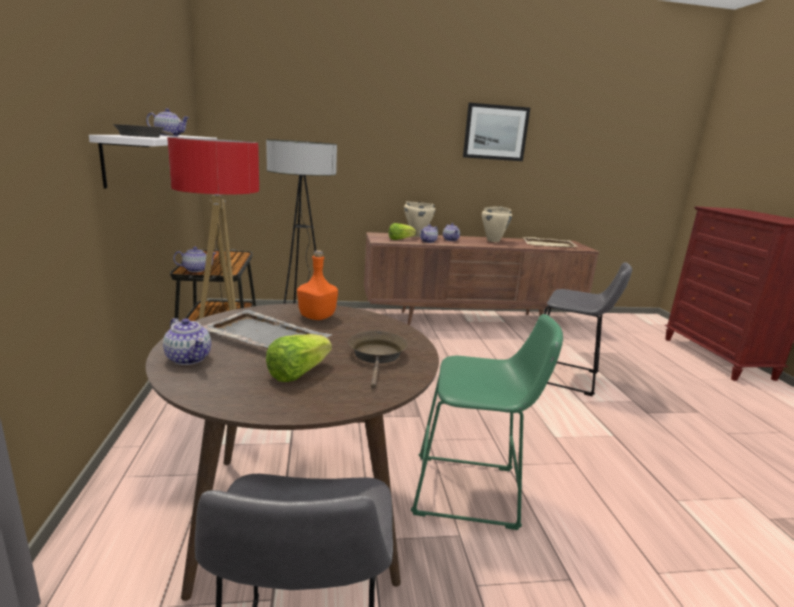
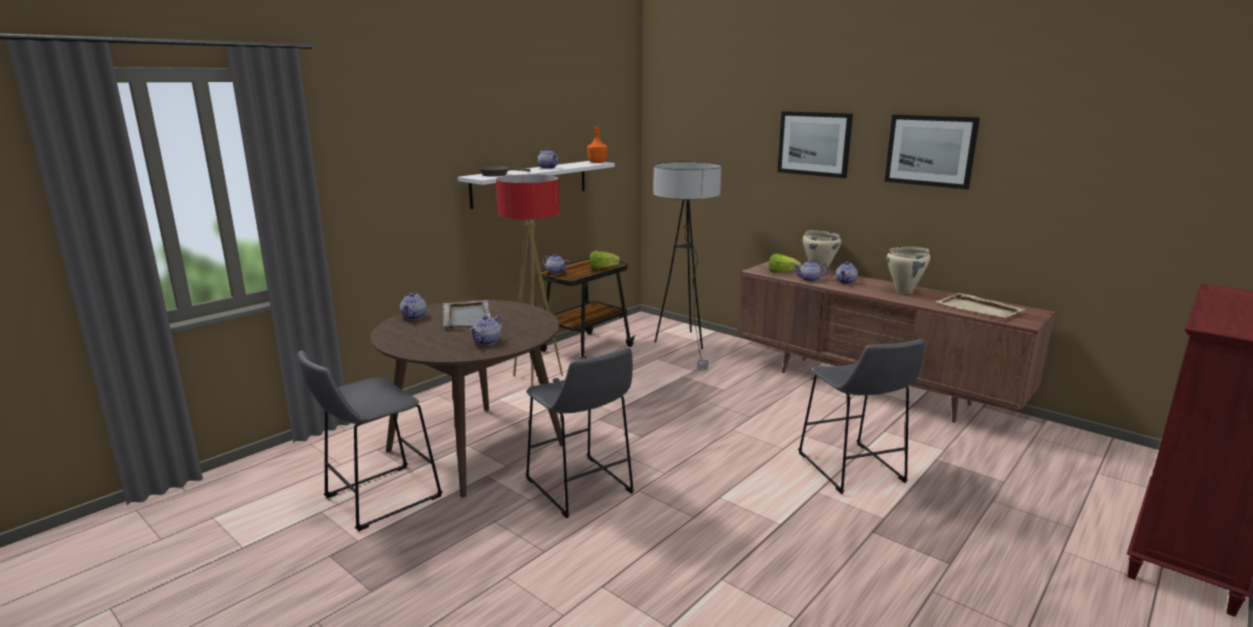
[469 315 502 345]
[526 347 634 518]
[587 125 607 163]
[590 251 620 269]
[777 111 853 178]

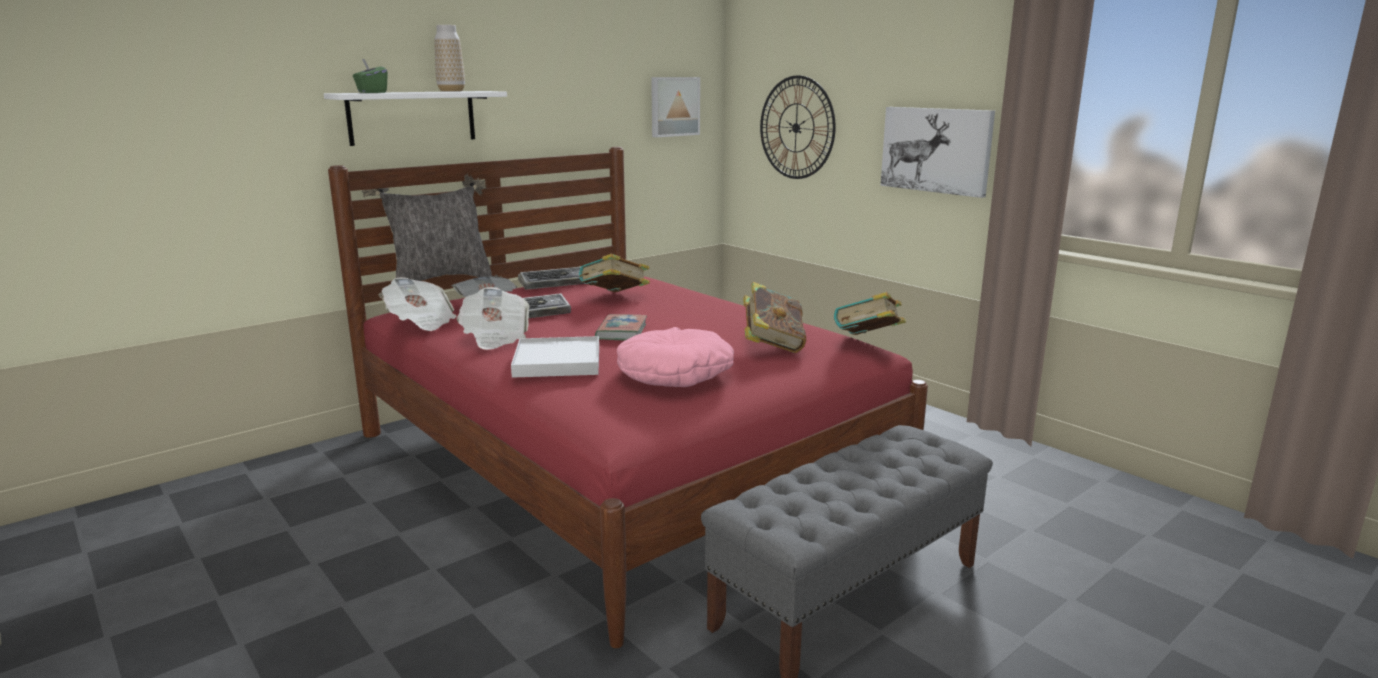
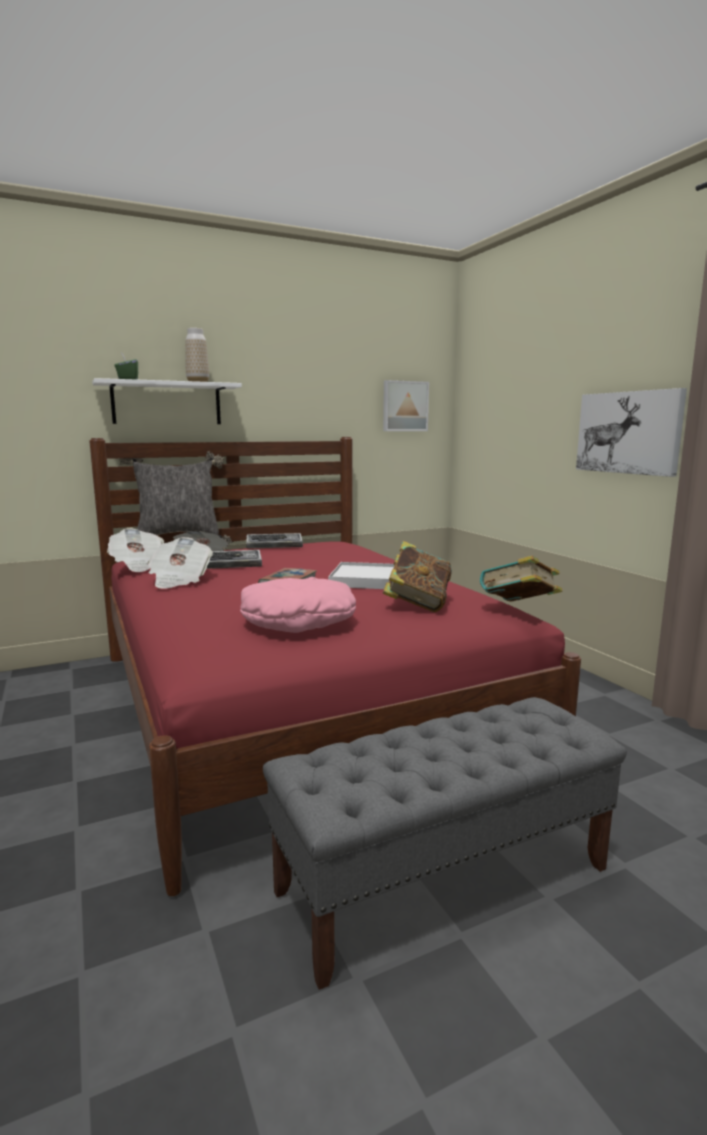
[328 562 394 589]
[579 254 650 292] (first image)
[760 75 836 179] (first image)

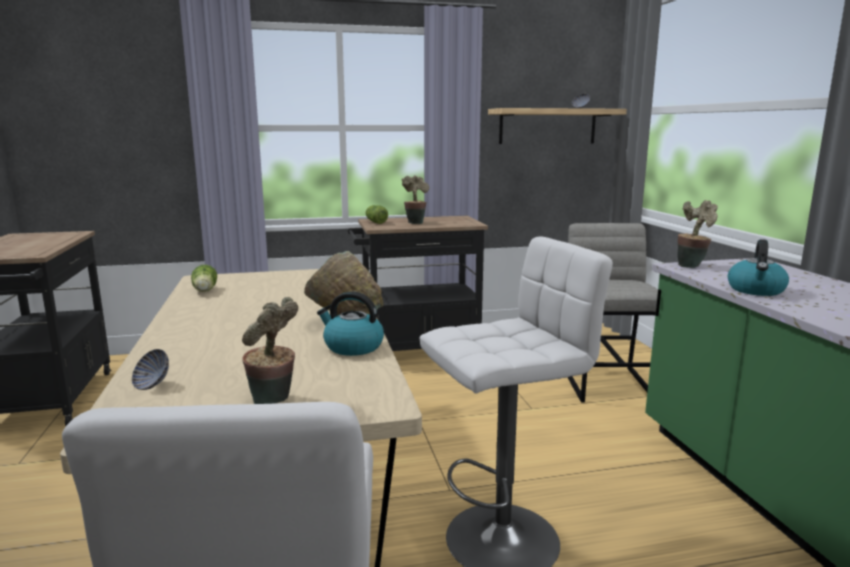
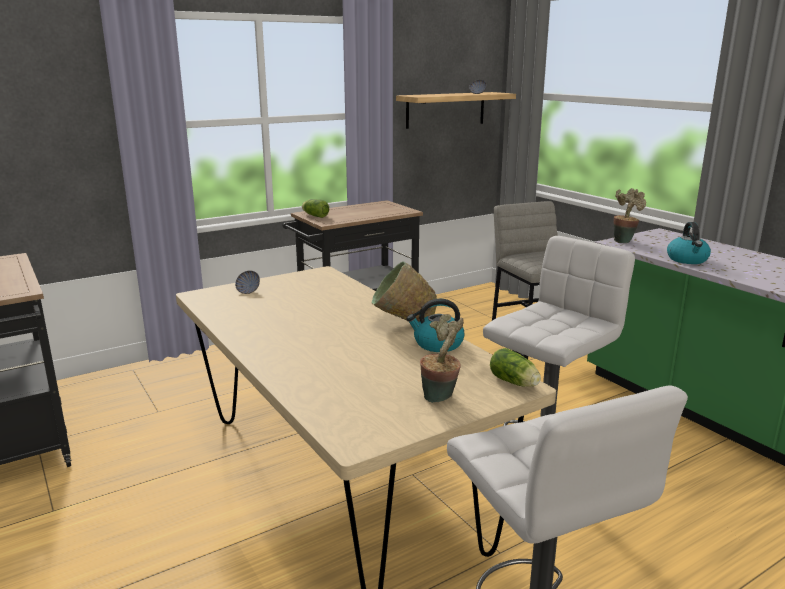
[235 271 260 294]
[490 348 541 387]
[401 175 429 224] (first image)

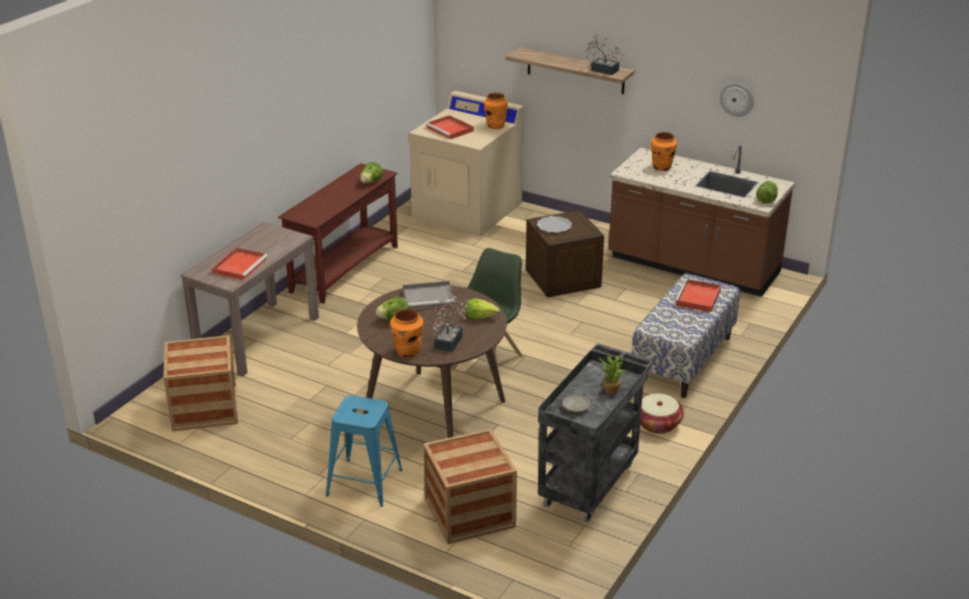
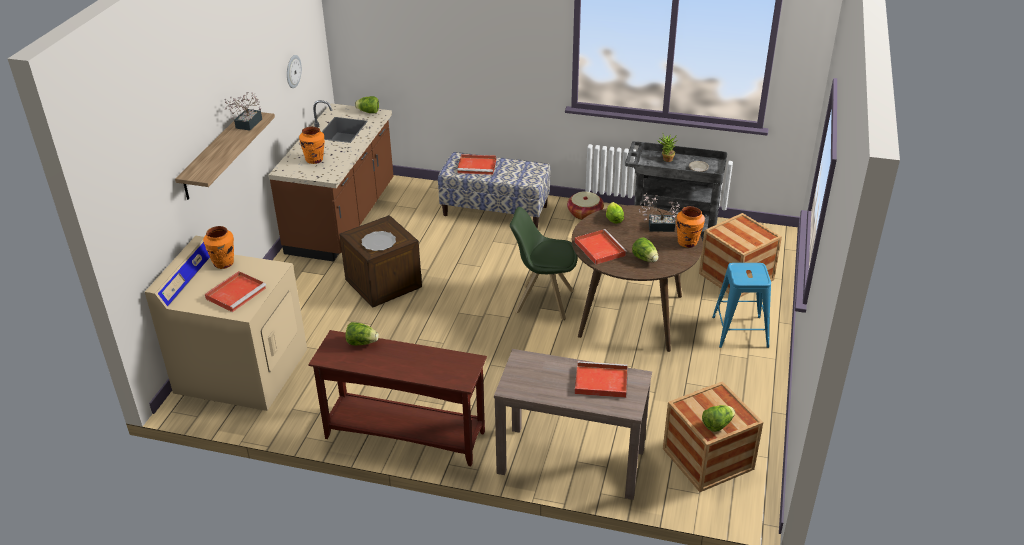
[575 229 627 265]
[702 405 735 432]

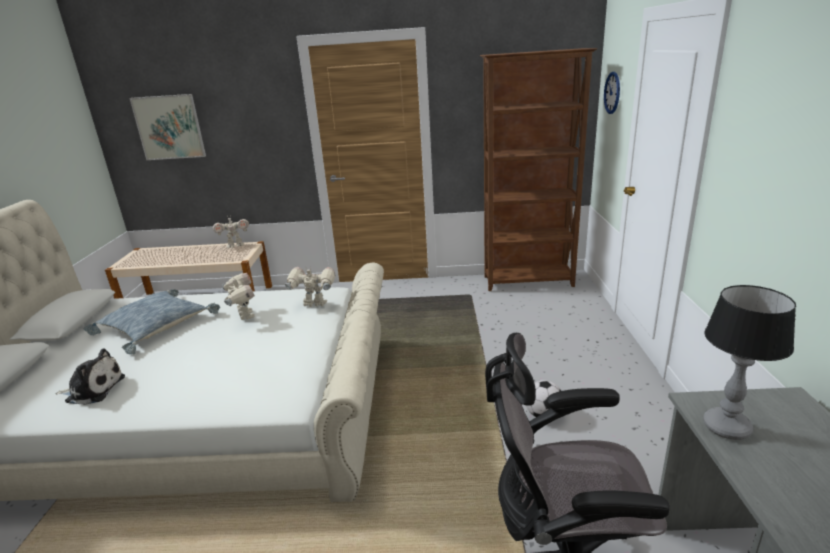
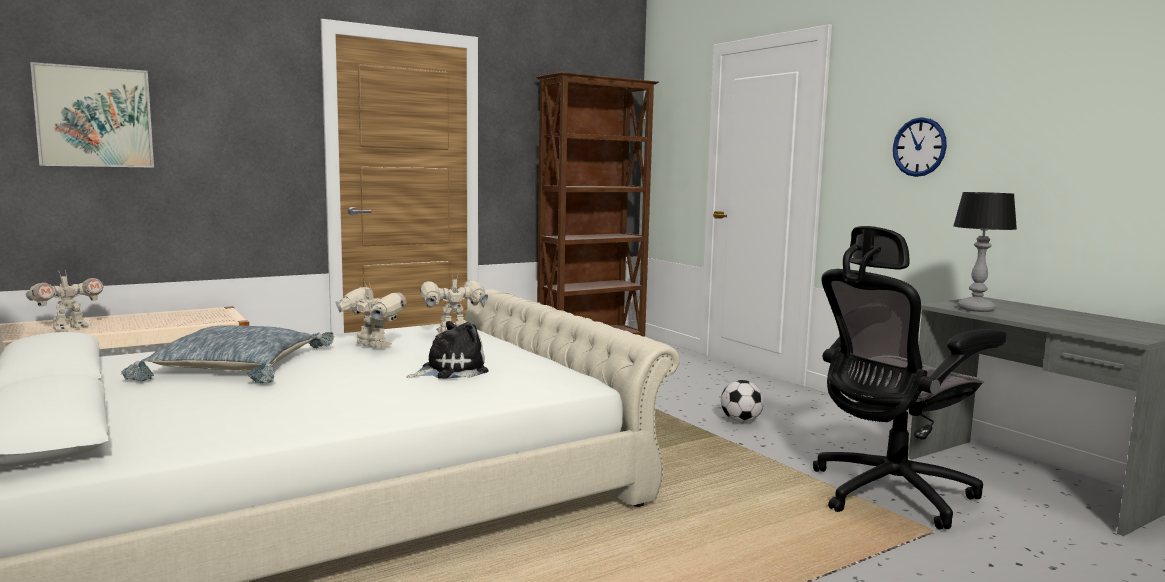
[26 272 103 330]
[406 321 489 379]
[893 117 947 177]

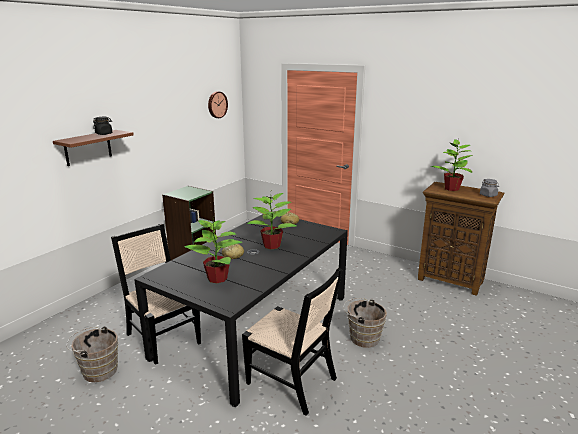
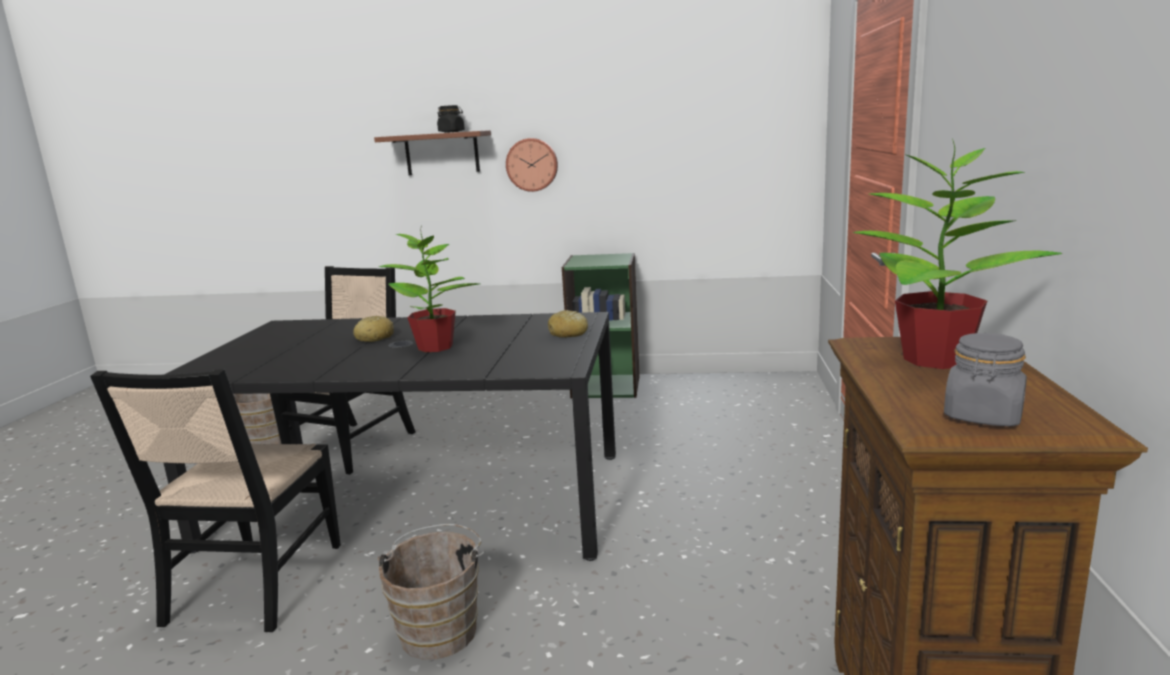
[506 138 558 192]
[184 215 243 283] (first image)

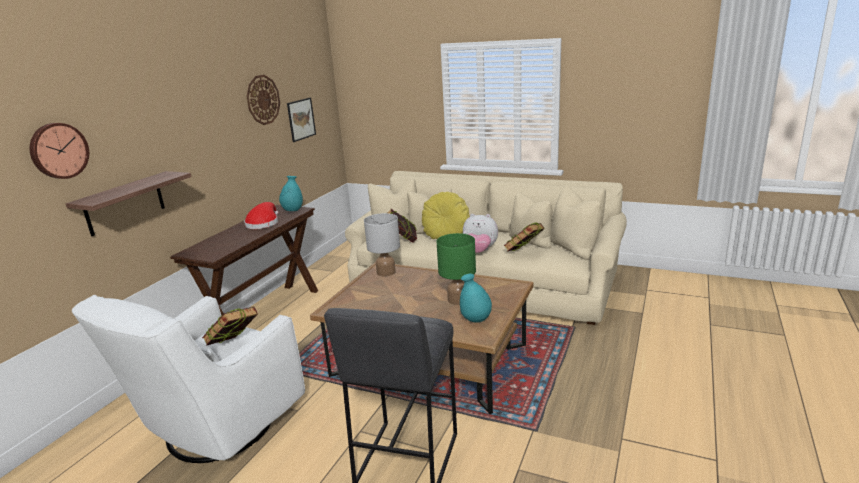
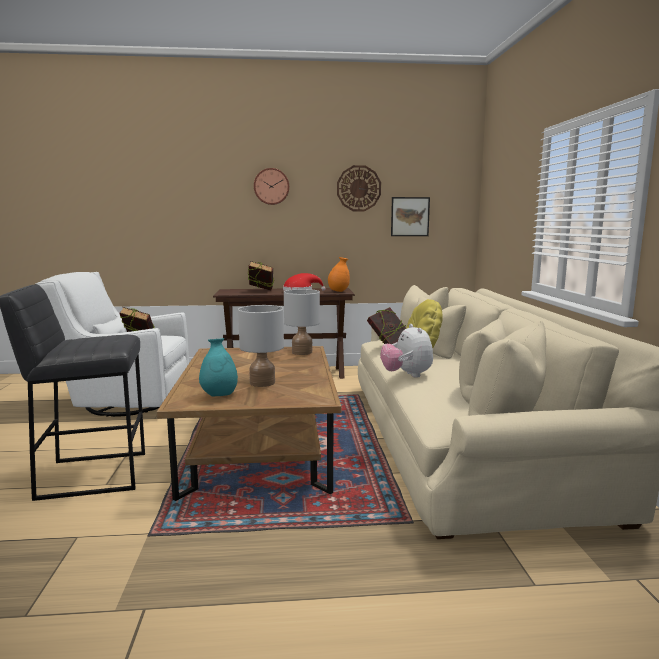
[238 305 284 387]
[248 261 274 291]
[254 168 289 205]
[328 257 350 292]
[66 171 192 236] (first image)

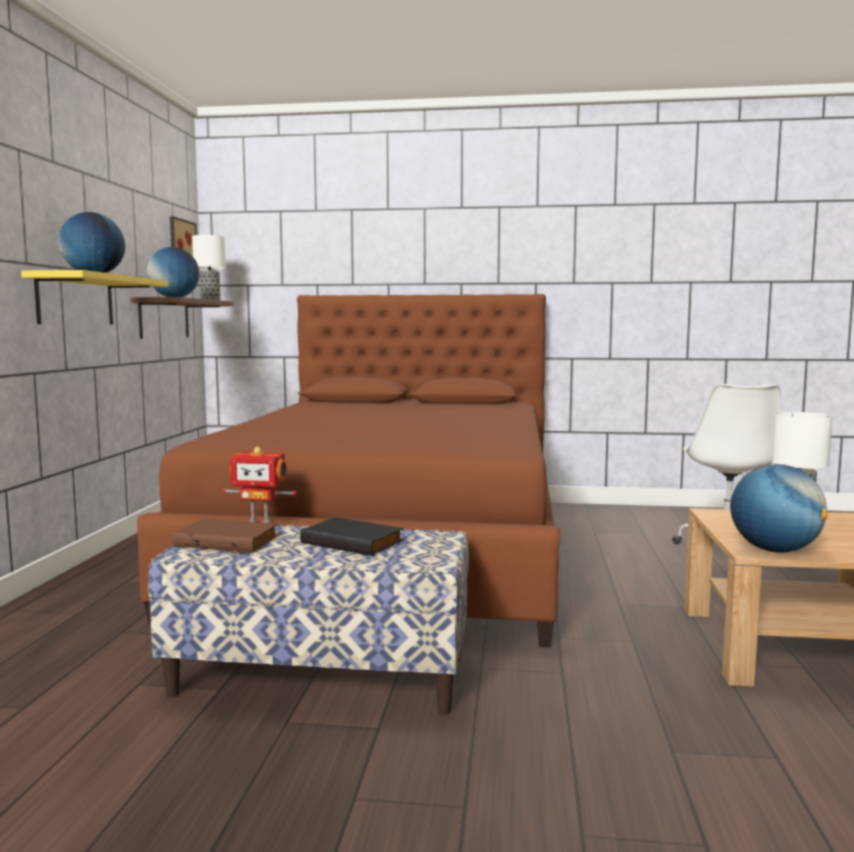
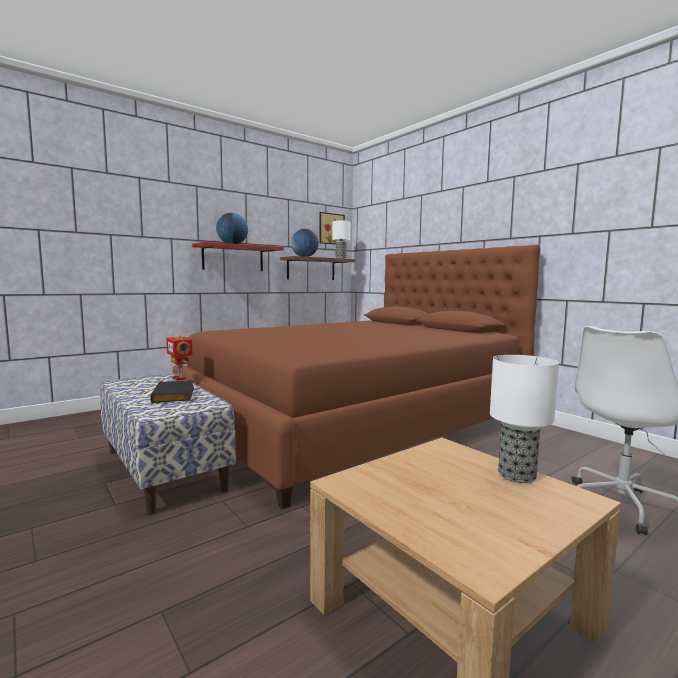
[192 242 284 271]
[172 519 278 552] (first image)
[730 464 828 553] (first image)

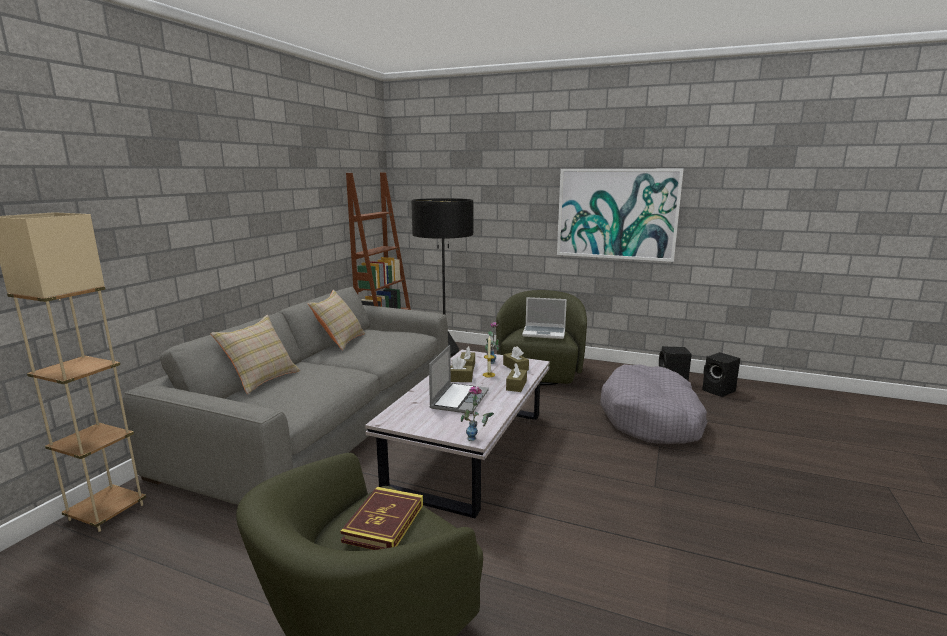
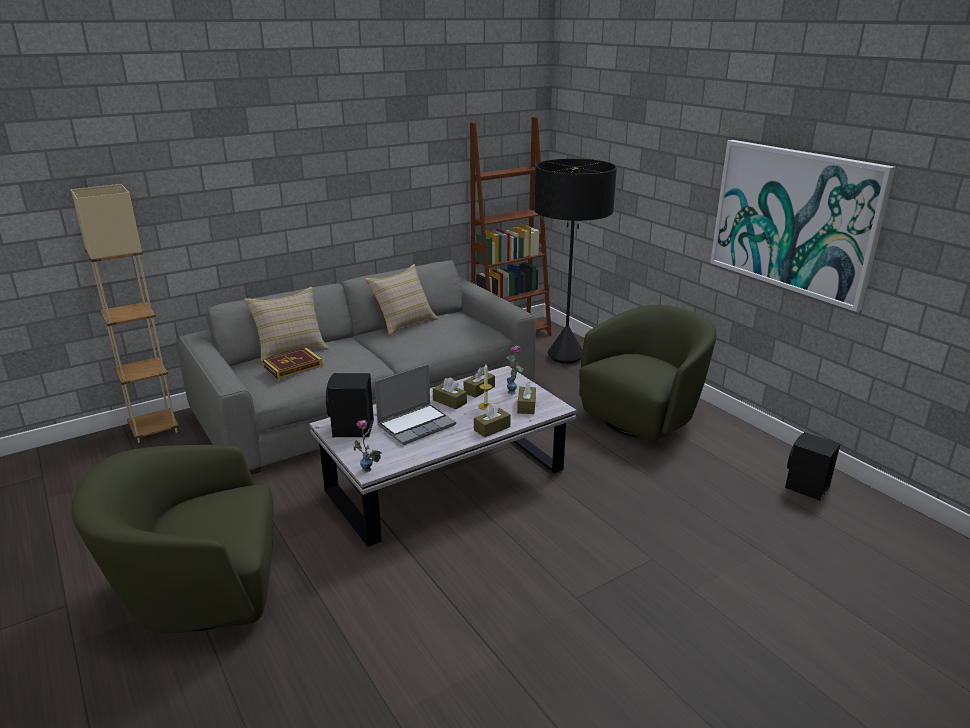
[263 348 323 379]
[326 373 374 437]
[522 297 567 339] (first image)
[600 364 708 444] (first image)

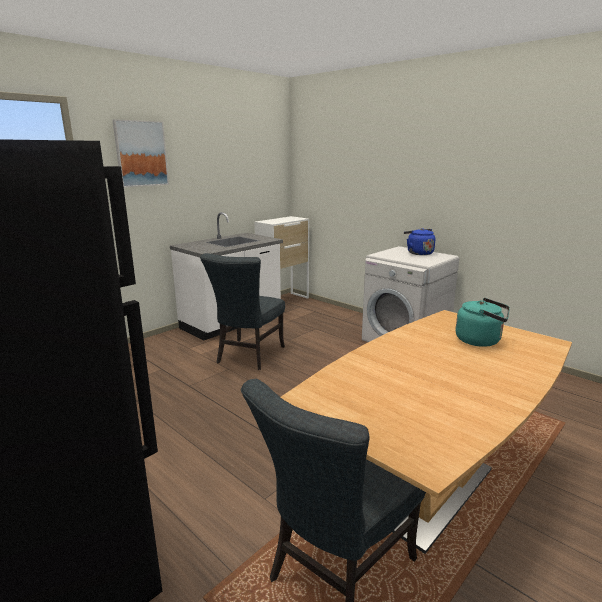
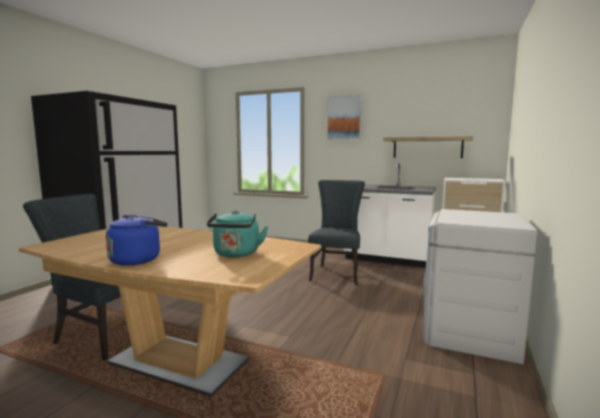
[106 215 168 265]
[308 180 365 285]
[383 136 473 158]

